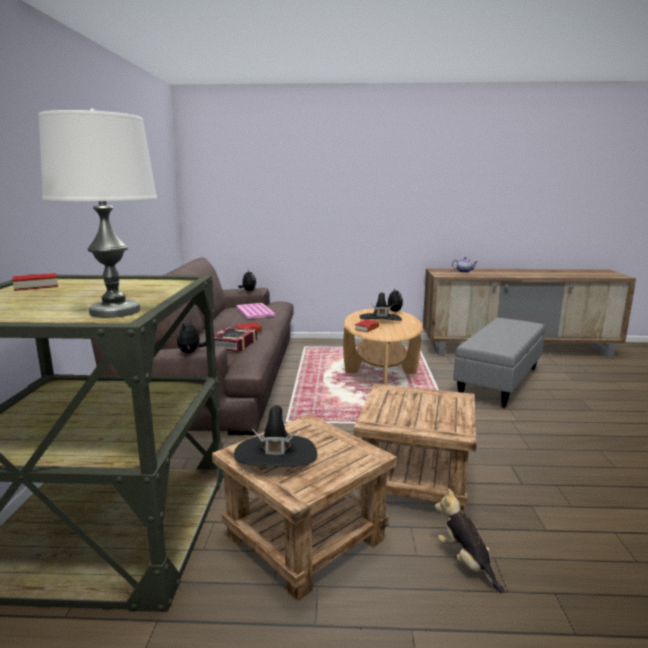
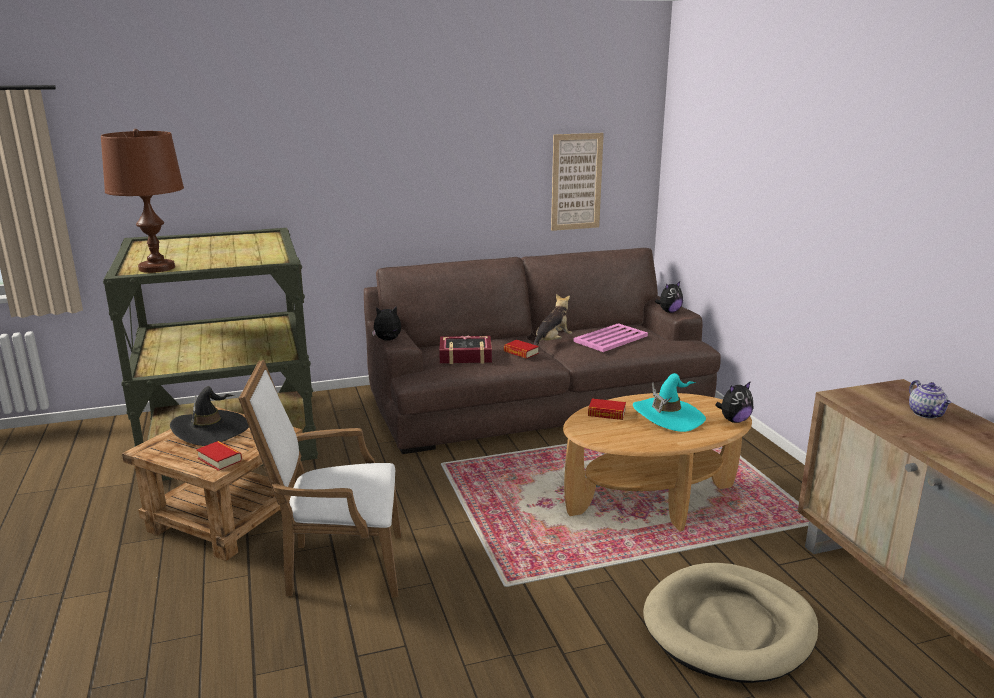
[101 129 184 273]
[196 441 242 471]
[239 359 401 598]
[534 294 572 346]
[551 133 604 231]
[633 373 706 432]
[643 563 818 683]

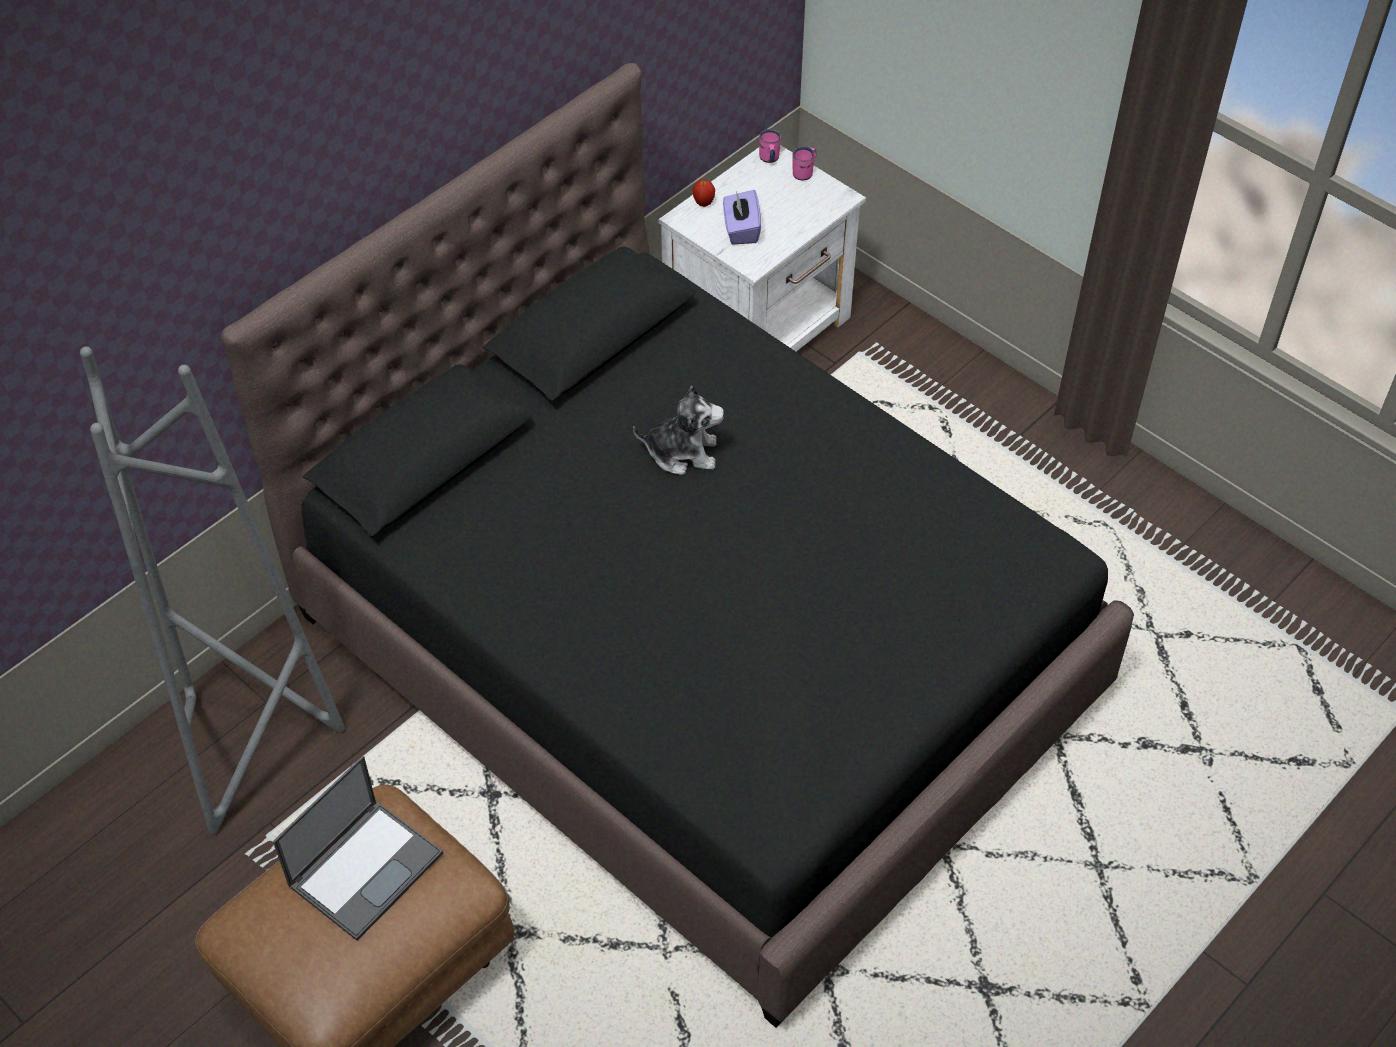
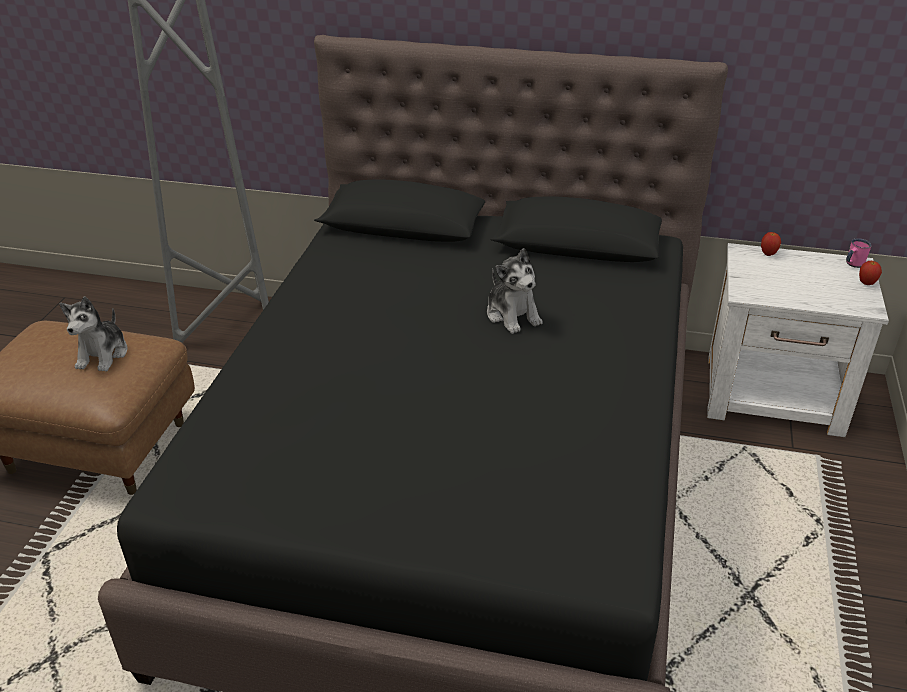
[59 296 128 372]
[859 261 882 285]
[723 190 761 244] (first image)

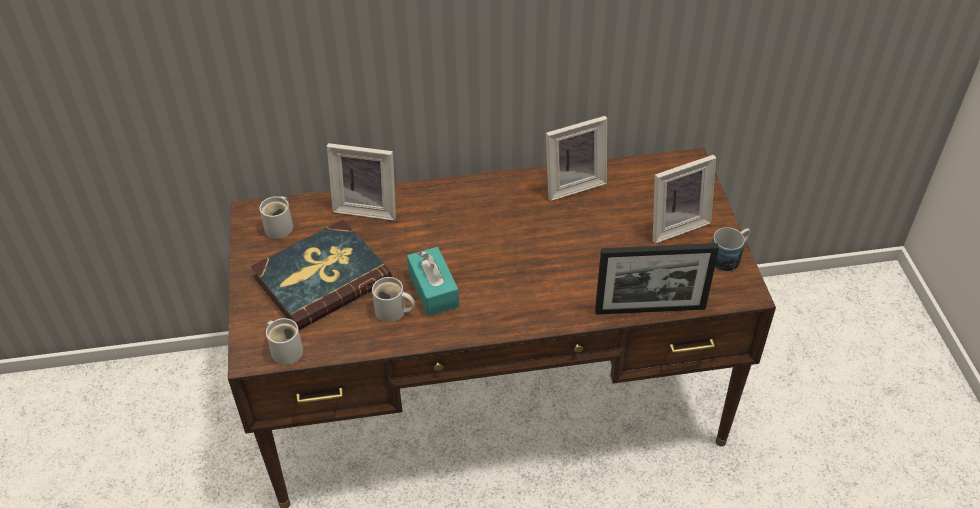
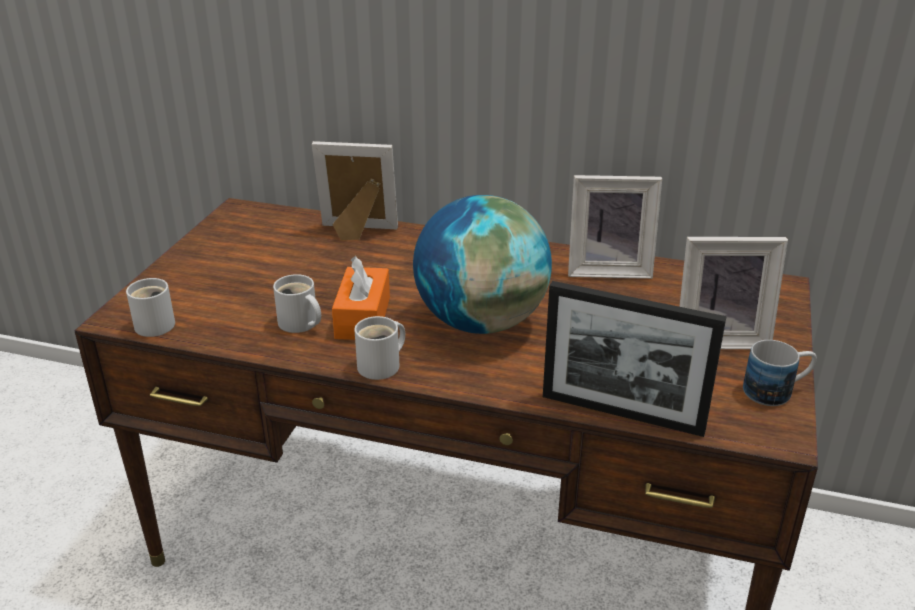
[312 141 398 240]
[332 256 390 340]
[354 316 405 380]
[413 195 552 334]
[251 220 392 330] (first image)

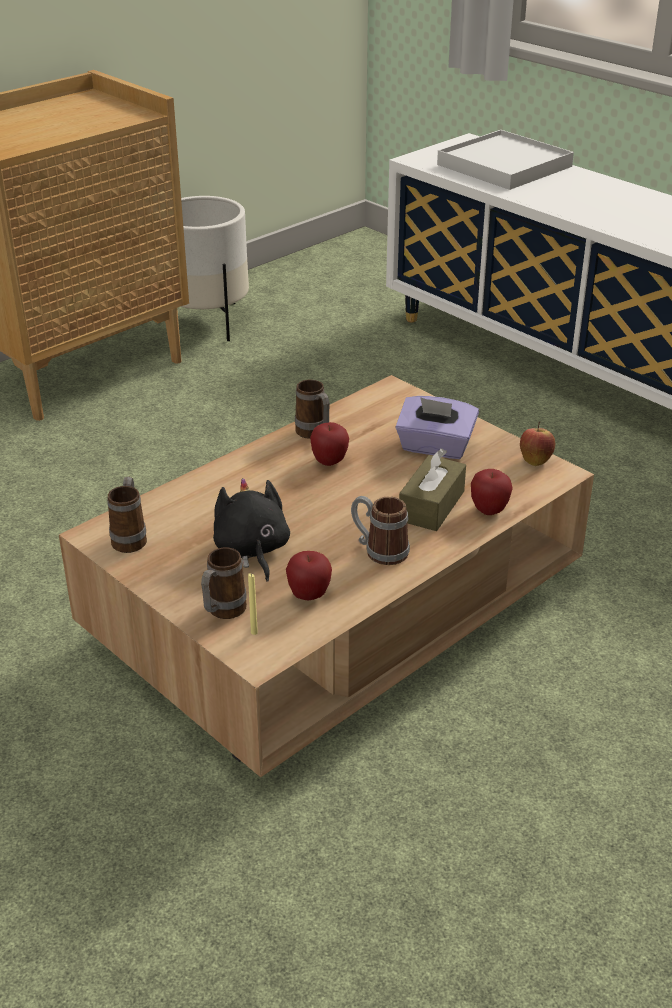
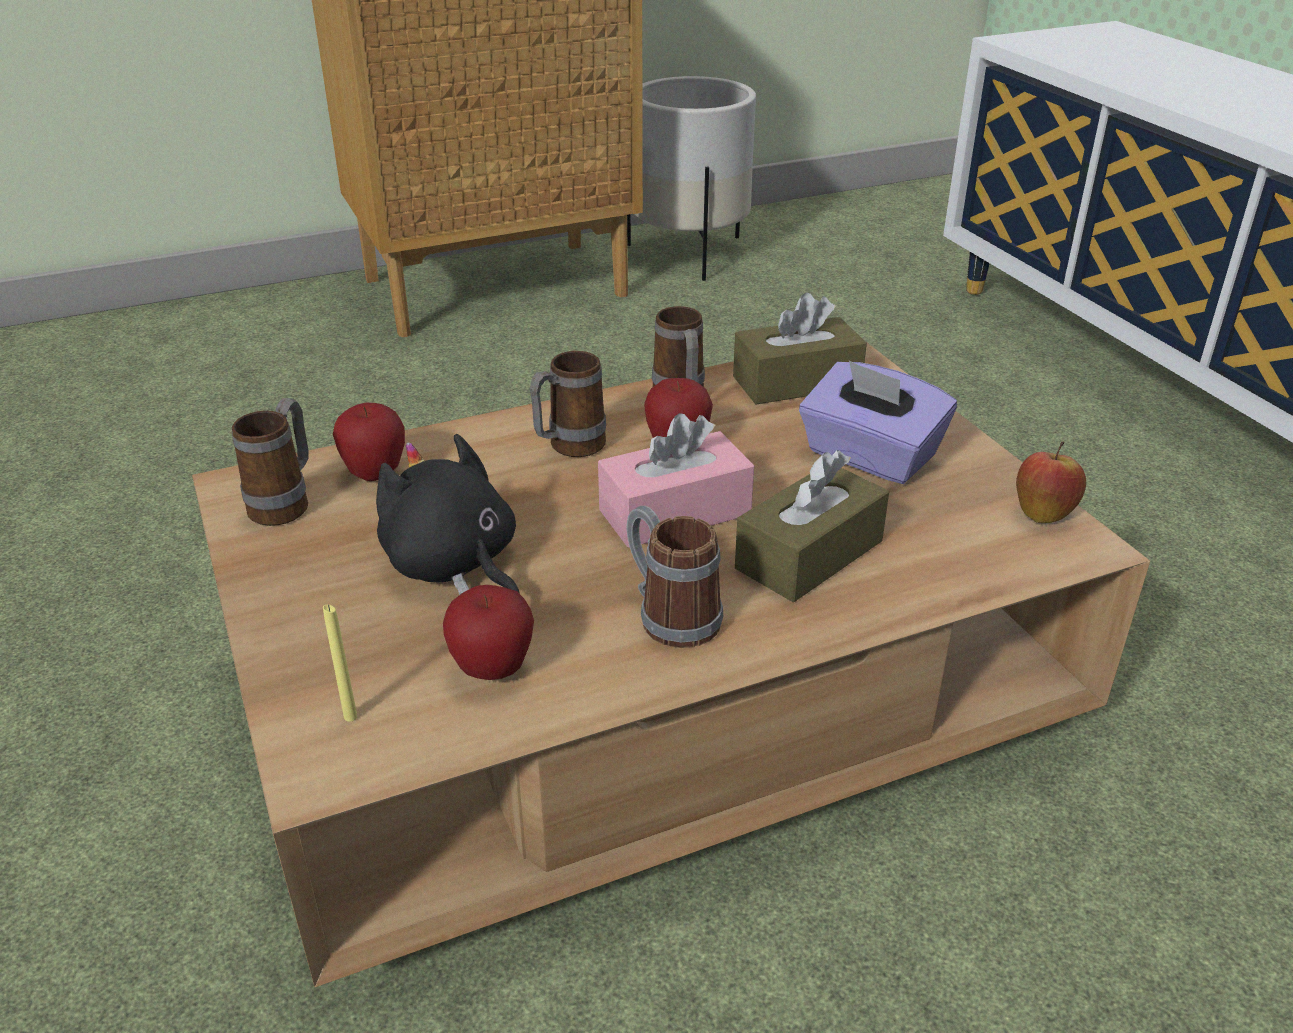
[333 403 405 481]
[376 434 520 595]
[530 351 606 457]
[598 413 754 548]
[733 293 867 404]
[437 130 574 190] (first image)

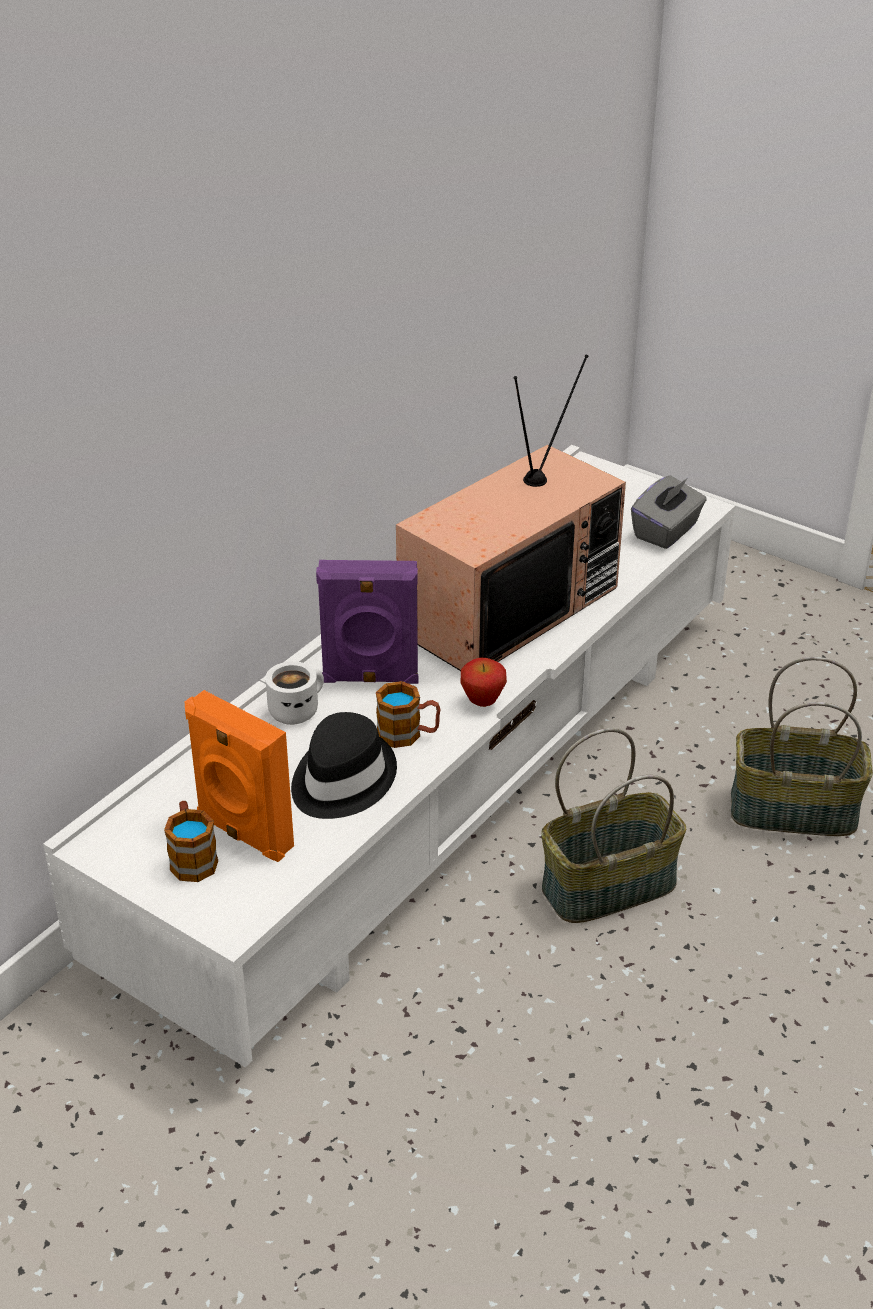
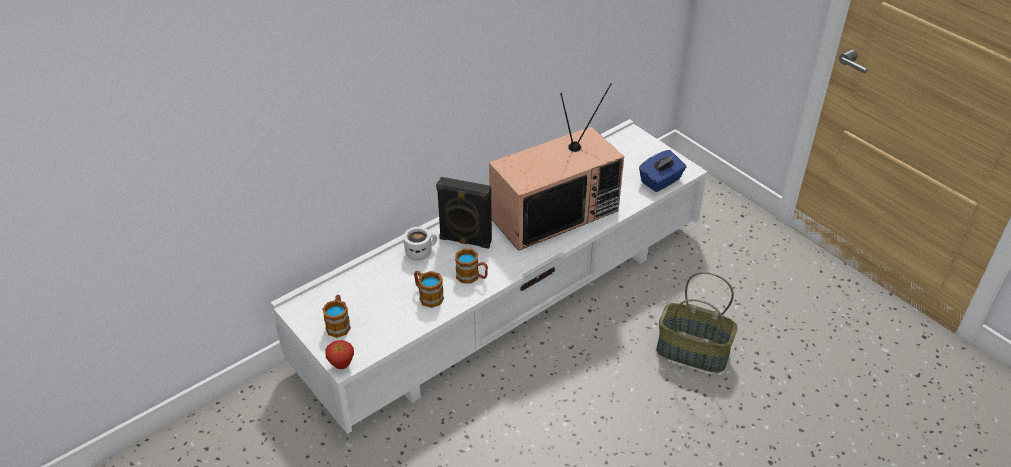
[325 340 354 369]
[414 271 444 308]
[436 177 492 249]
[639 150 686 192]
[184 690 294 862] (first image)
[541 728 686 923] (first image)

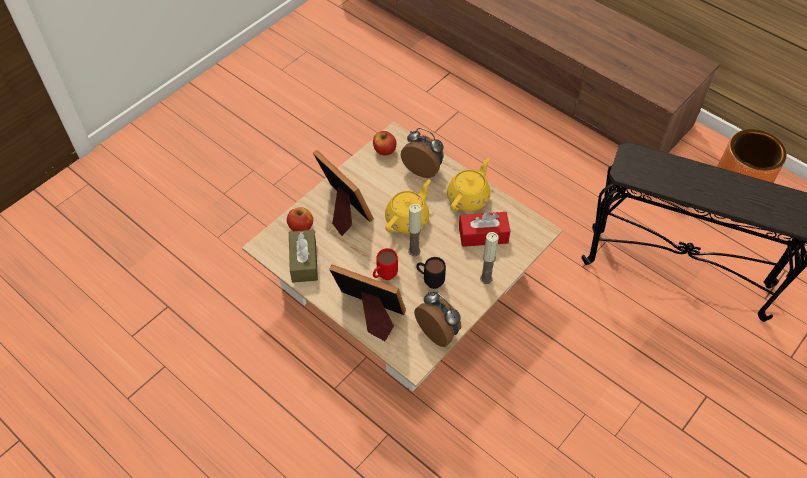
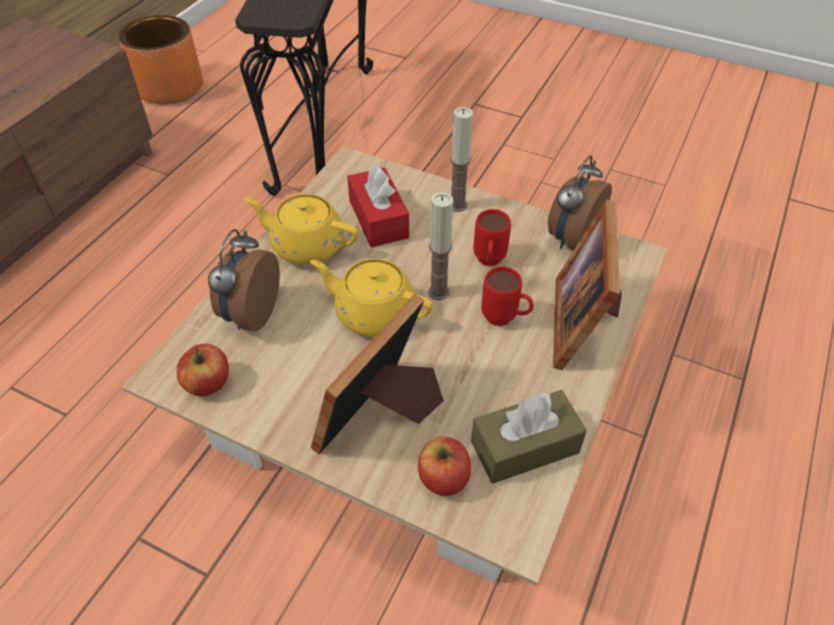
[473 209 511 266]

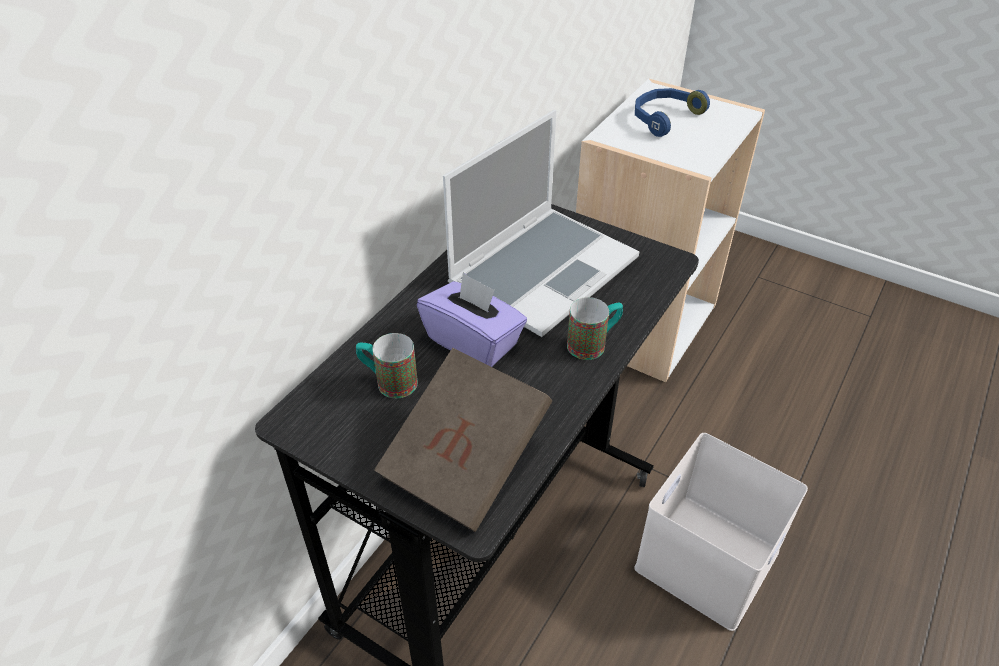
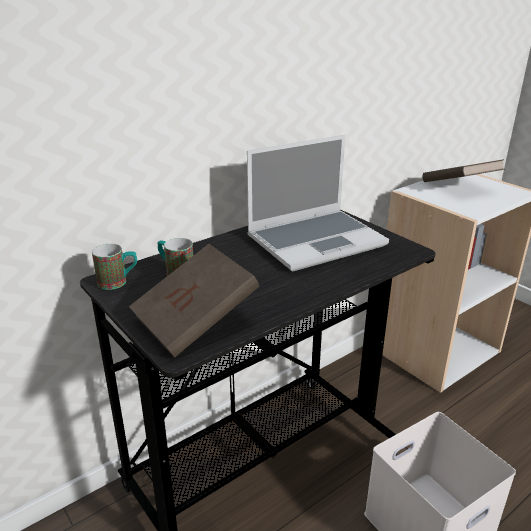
[92 244 137 290]
[422 159 505 182]
[417 272 527 367] (first image)

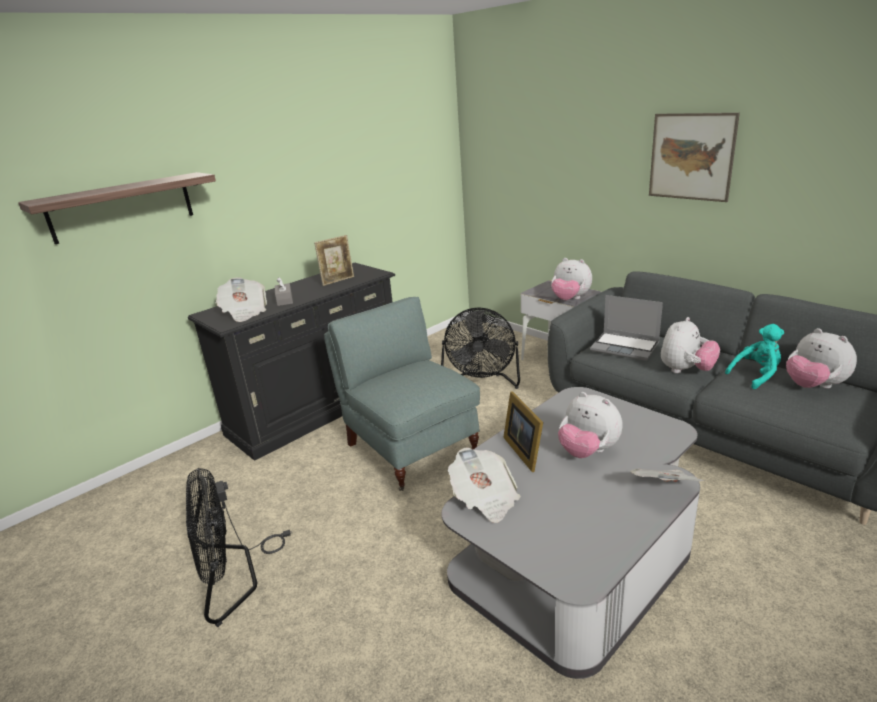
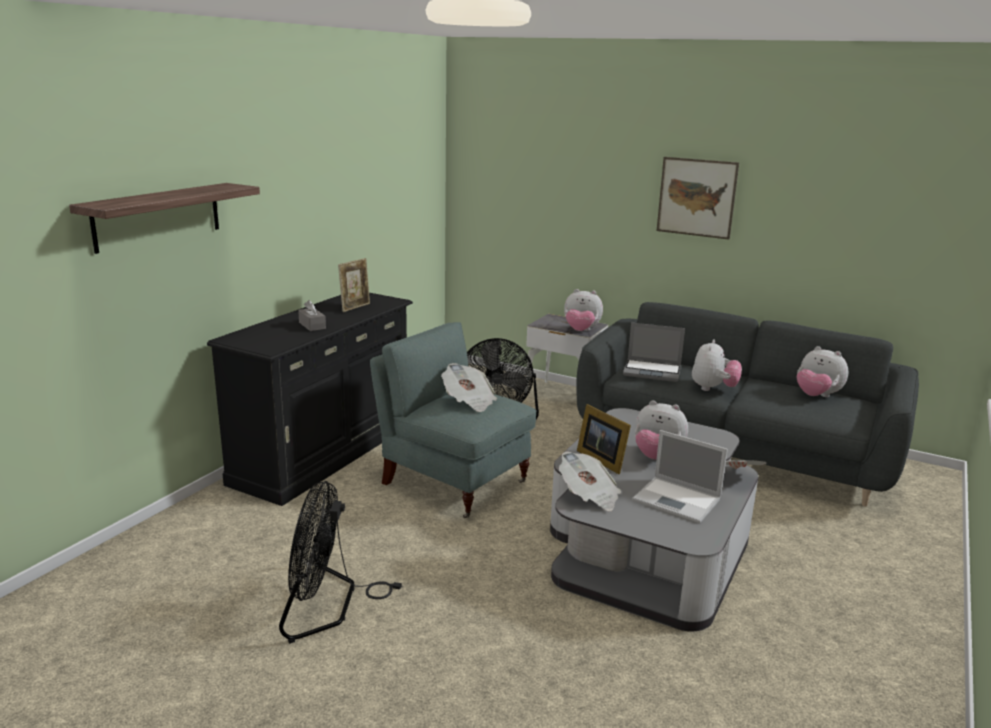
[279 481 403 644]
[441 363 497 412]
[632 430 728 523]
[725 324 784 389] (first image)

